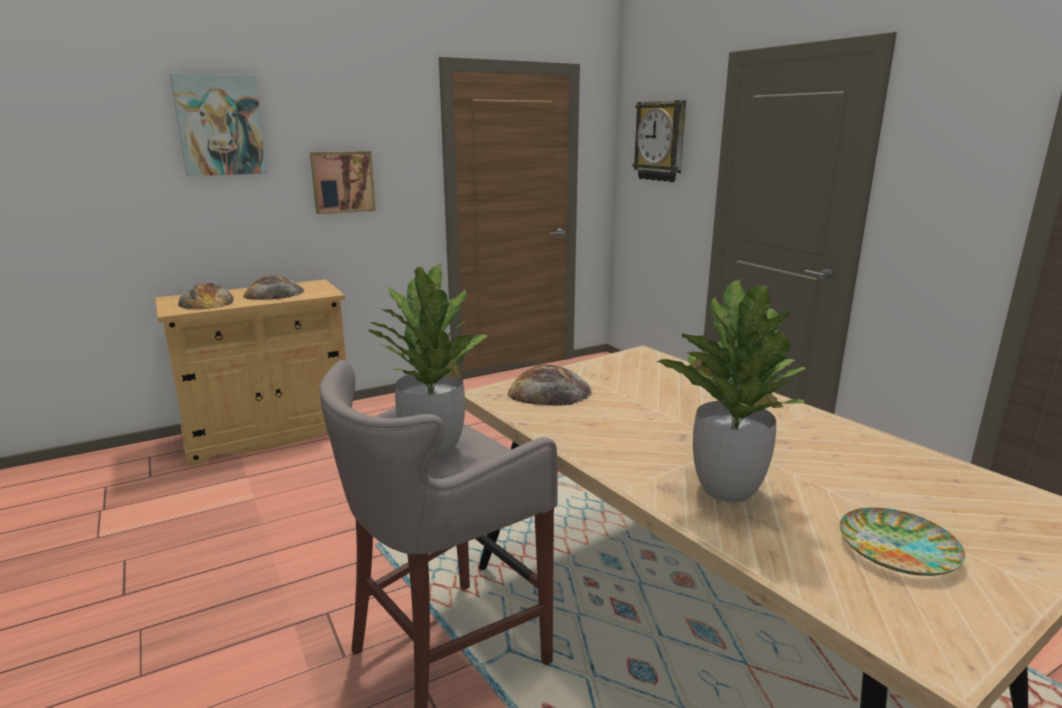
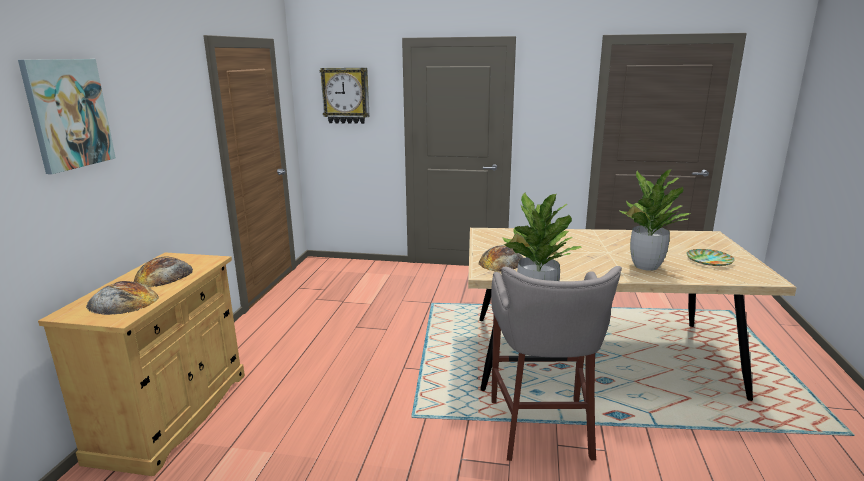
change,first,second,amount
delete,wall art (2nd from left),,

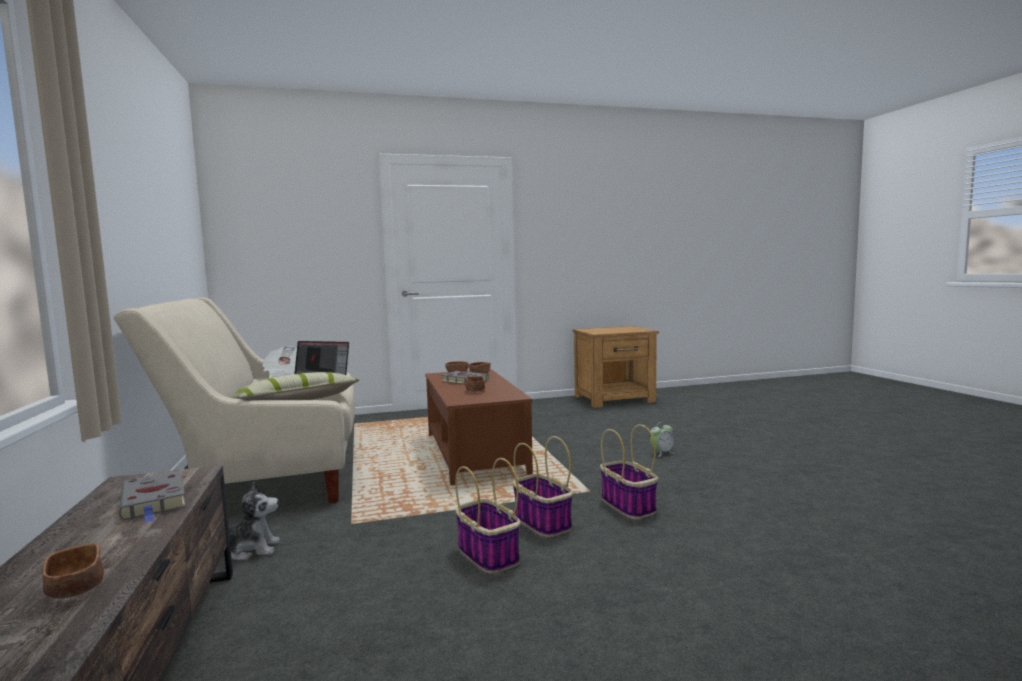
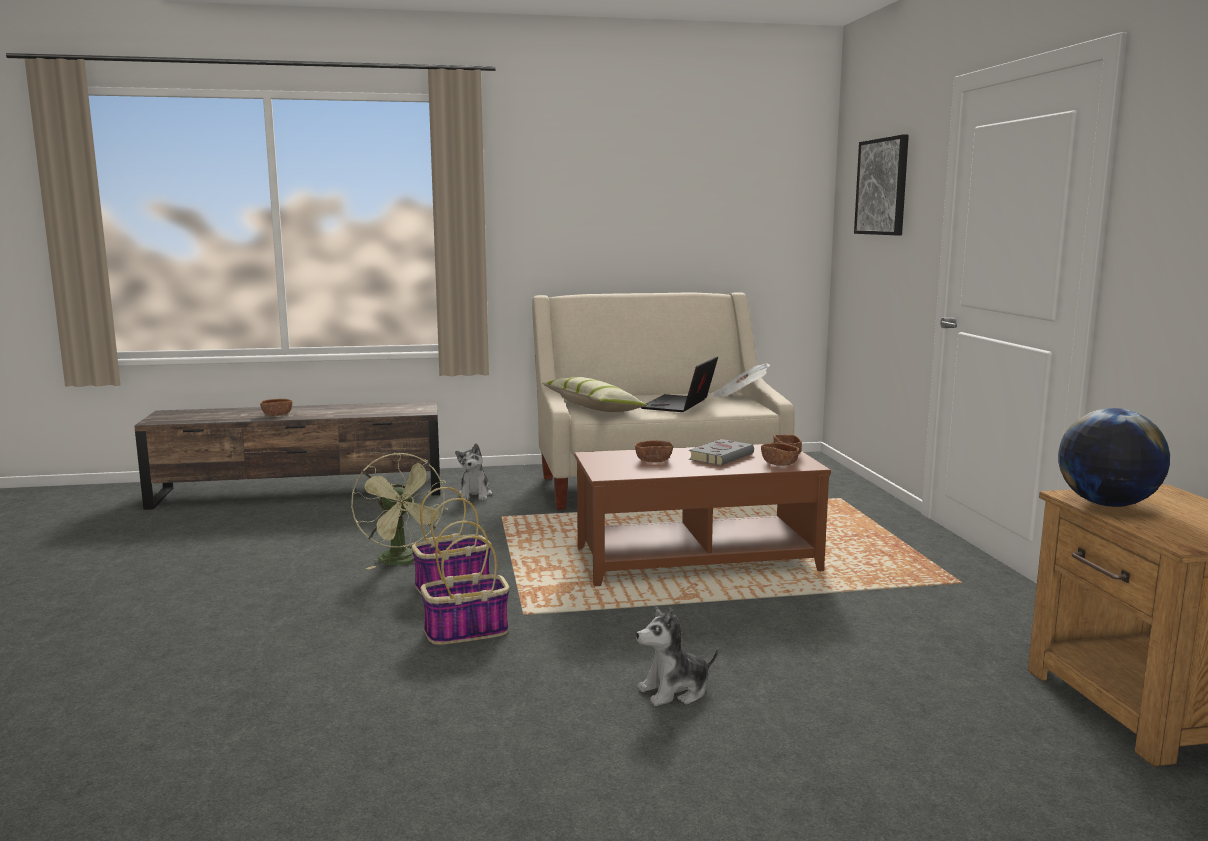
change,first,second,amount
delete,book (grey) (1st from left),,
replace,household basket (1st from left),electric fan (greenish),
replace,table clock,soft toy (2nd from left),
insert,,wall art,
insert,,globe,

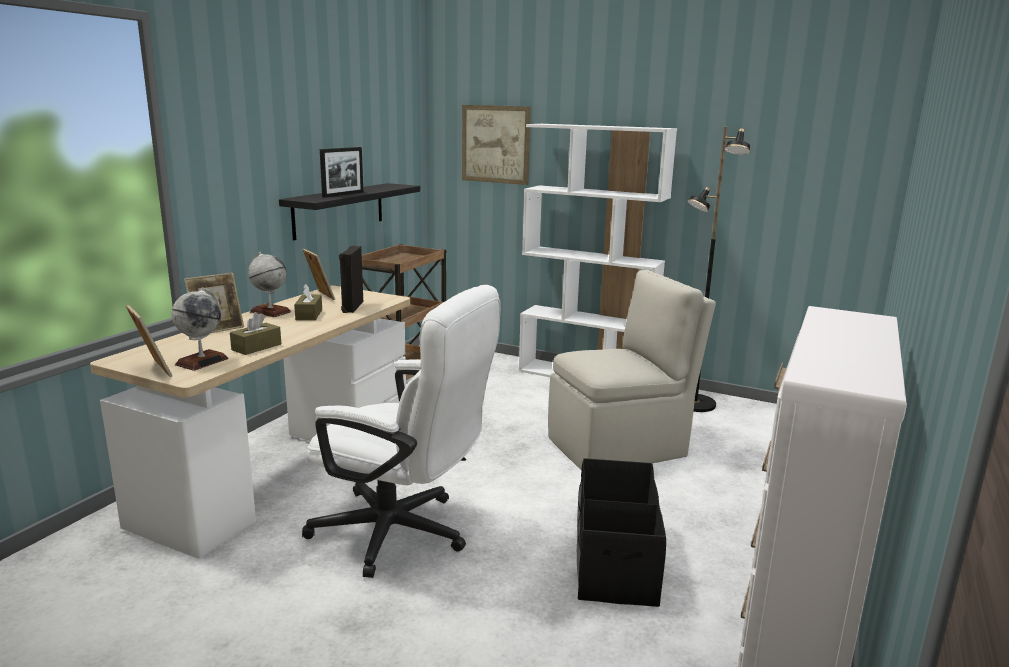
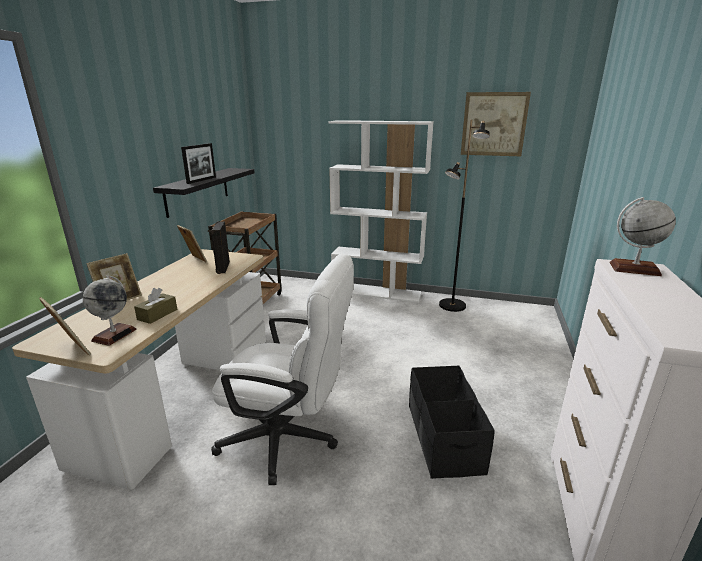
change,first,second,amount
move,globe (2nd from left),,
delete,tissue box (brown) (2nd from left),,
move,wall art,,
delete,plain chair (beige-coloured),,

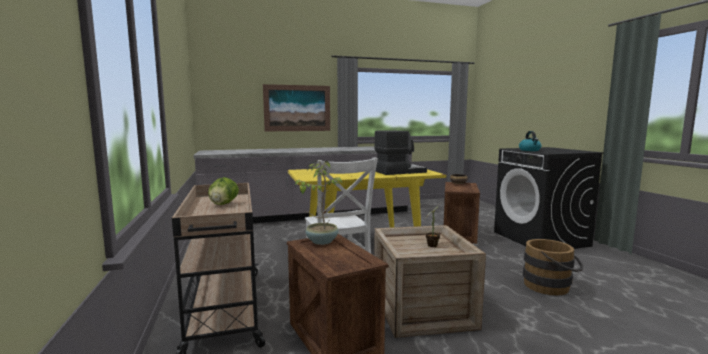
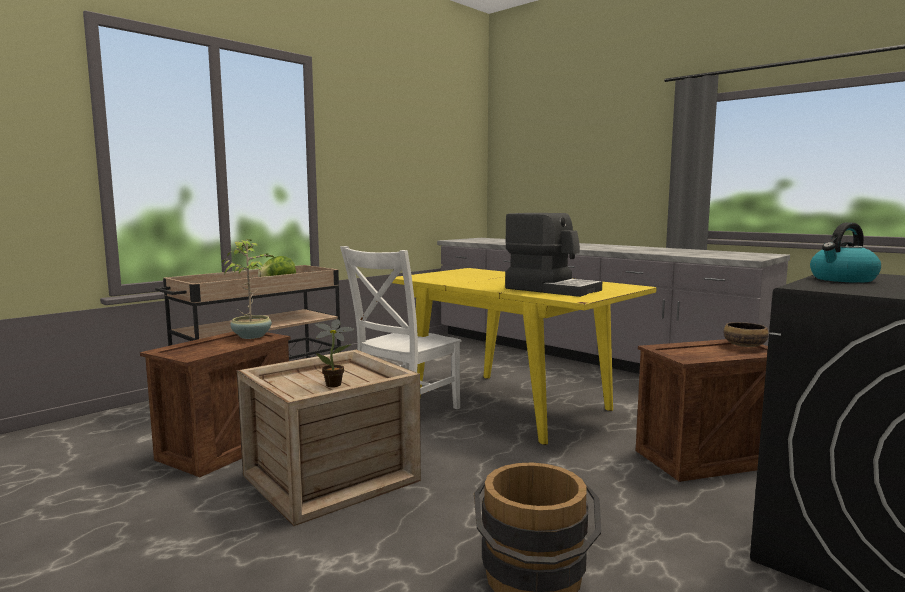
change,first,second,amount
delete,wall art,,

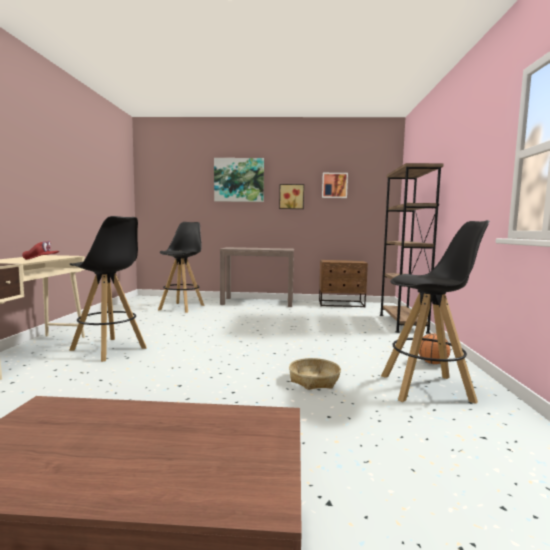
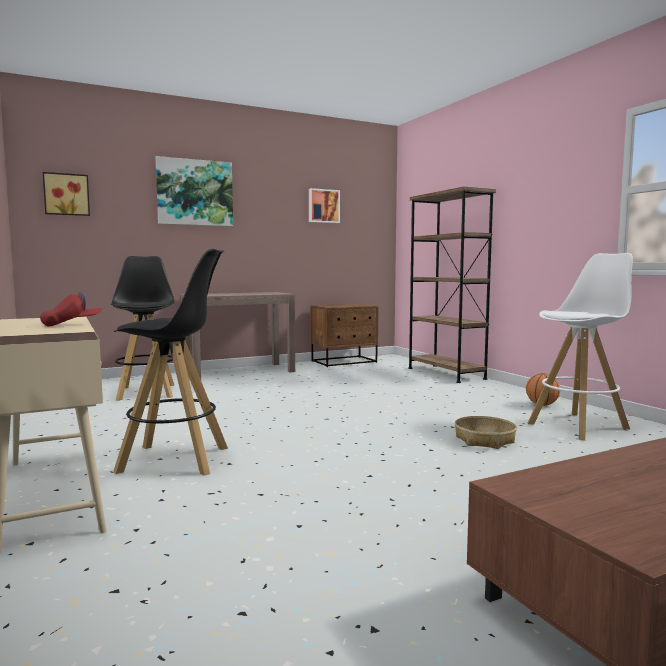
change,first,second,amount
move,wall art (2nd from left in the first image),wall art (1st from left),
recolor,sitting stool (black-coloured) (3rd from left),sitting stool (white),

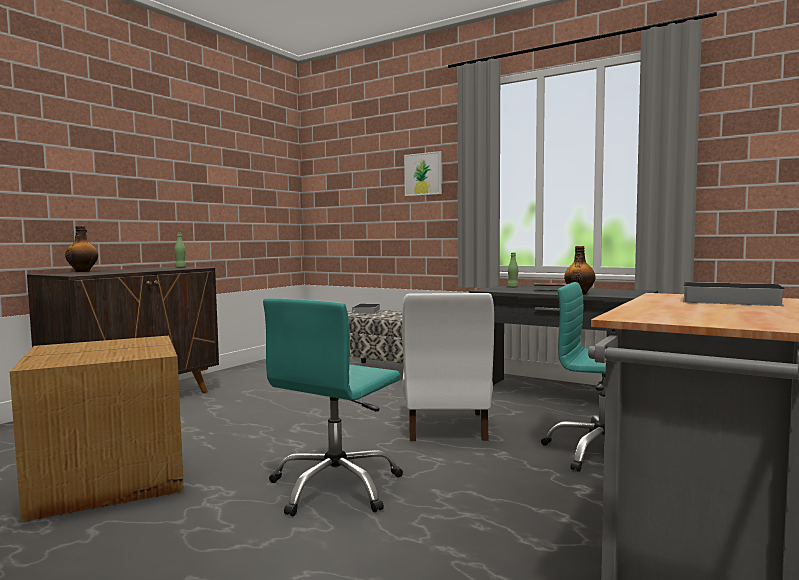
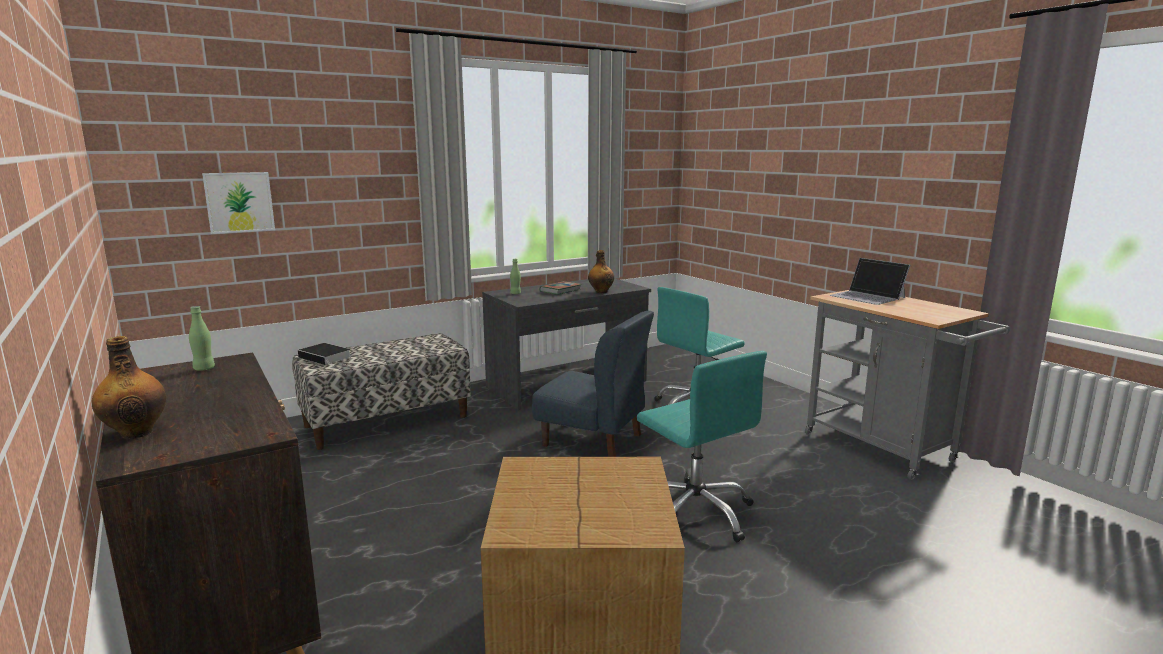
change,first,second,amount
recolor,plain chair (white),plain chair (blue-coloured),
move,wall art,,
replace,book (3rd from left),portable computer,

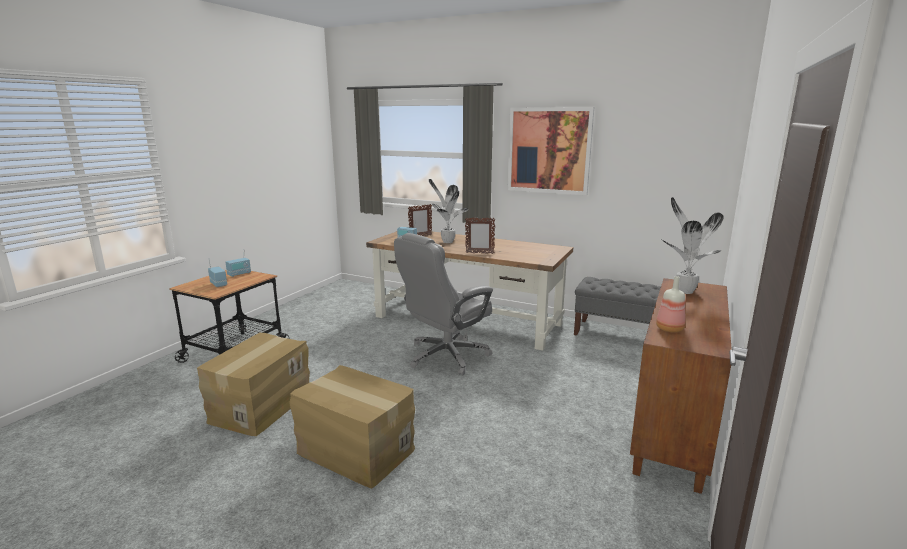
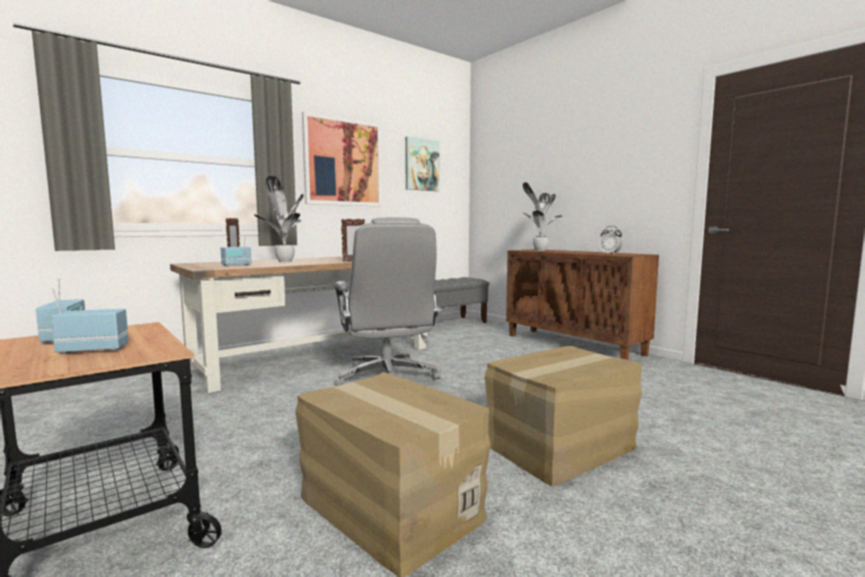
change,first,second,amount
replace,drink bottle,table clock,
insert,,wall art (2nd from left),

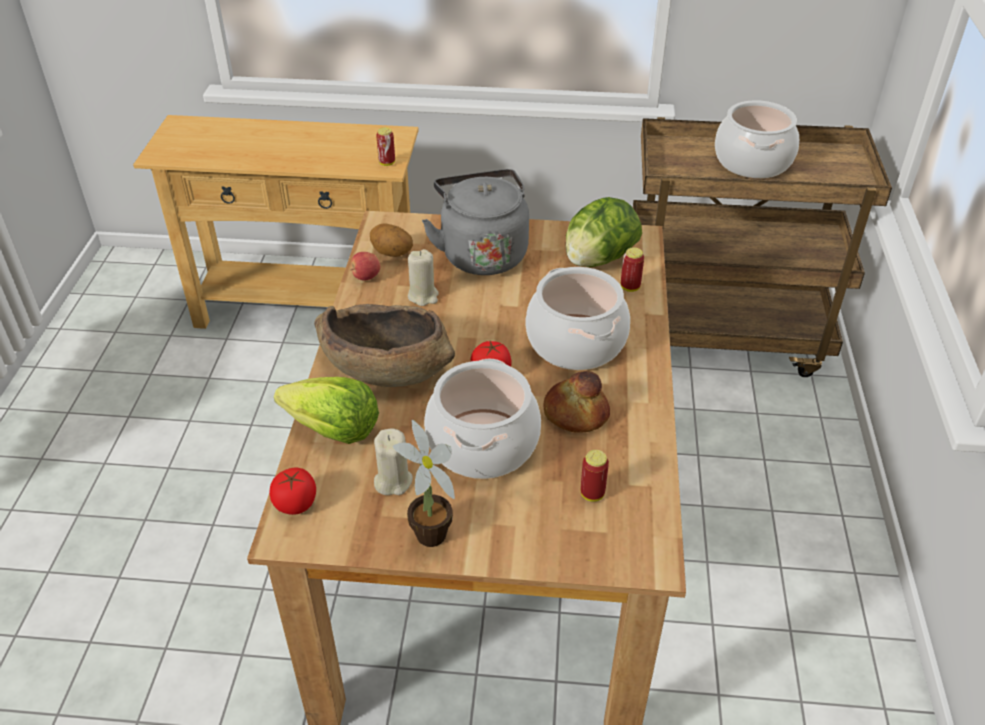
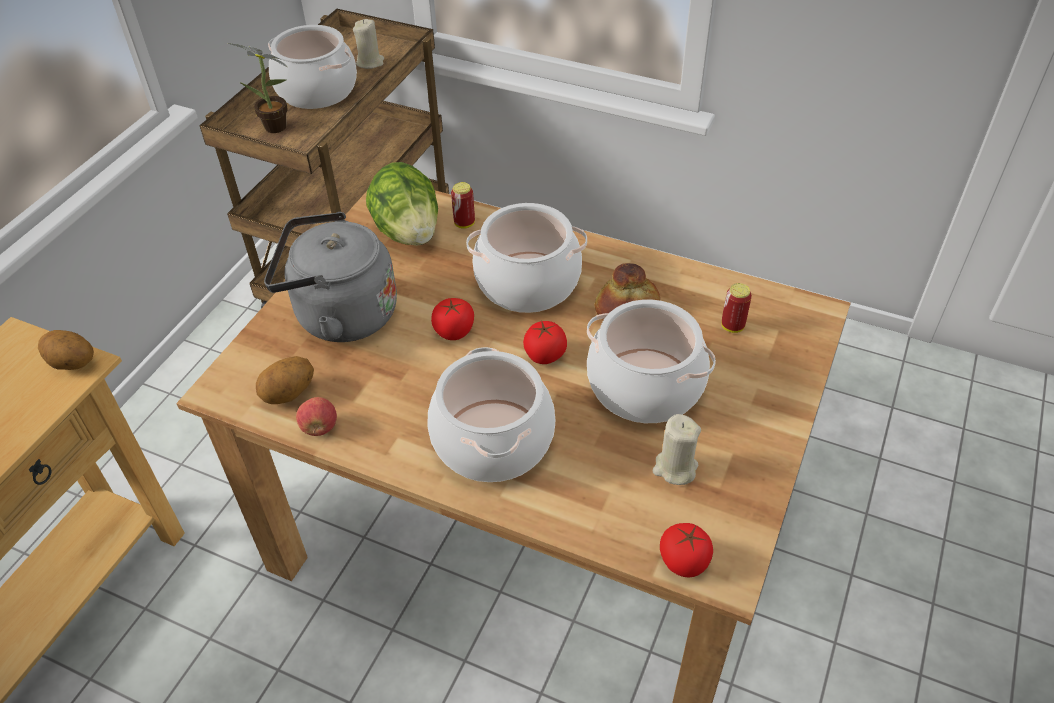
change,first,second,amount
delete,head of lettuce (1st from left),,
replace,deep dish (brown),stockpot (2nd from left),
replace,metal can (1st from left),spud (1st from left),
move,potted plant,,
move,candle (beige-coloured) (2nd from left in the first image),candle (beige-coloured) (1st from left),
insert,,fresh tomato (1st from left),

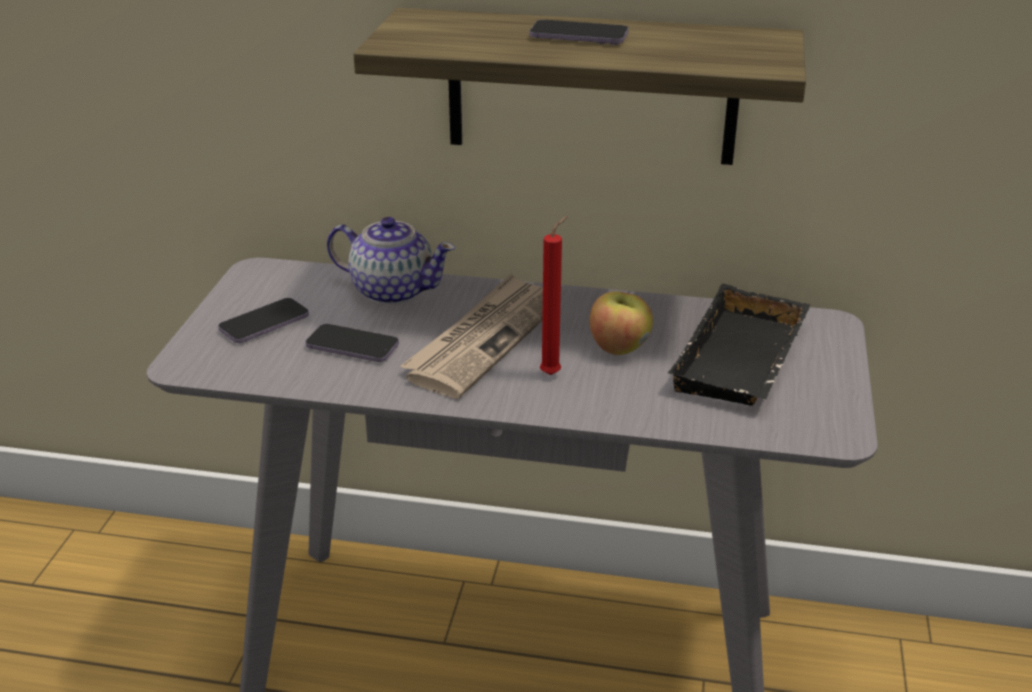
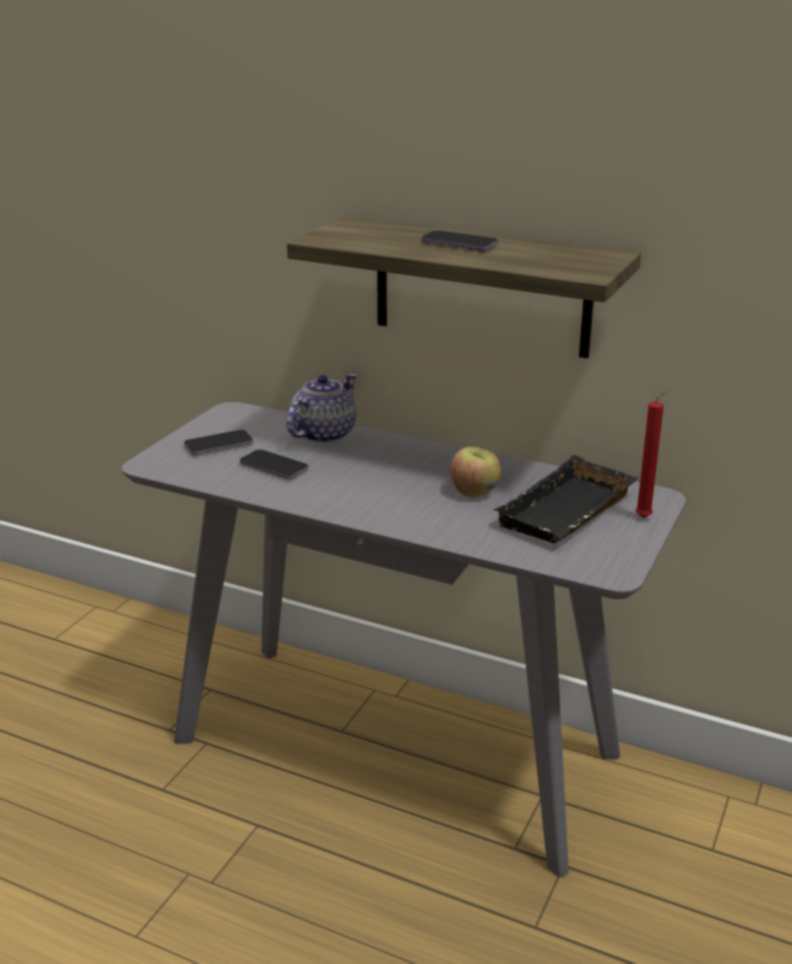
change,first,second,amount
rotate,tea pot,,90 degrees counterclockwise
delete,newspaper,,
move,candle (red-coloured),,

